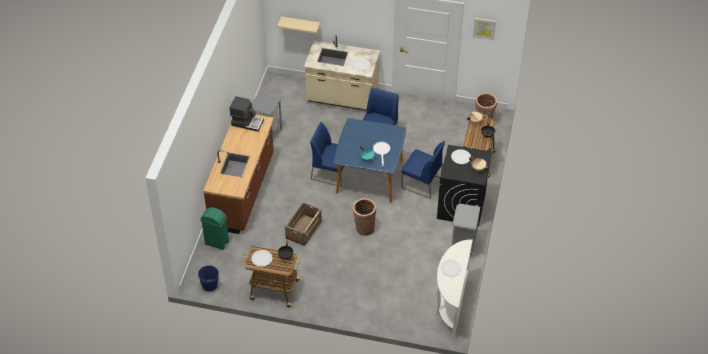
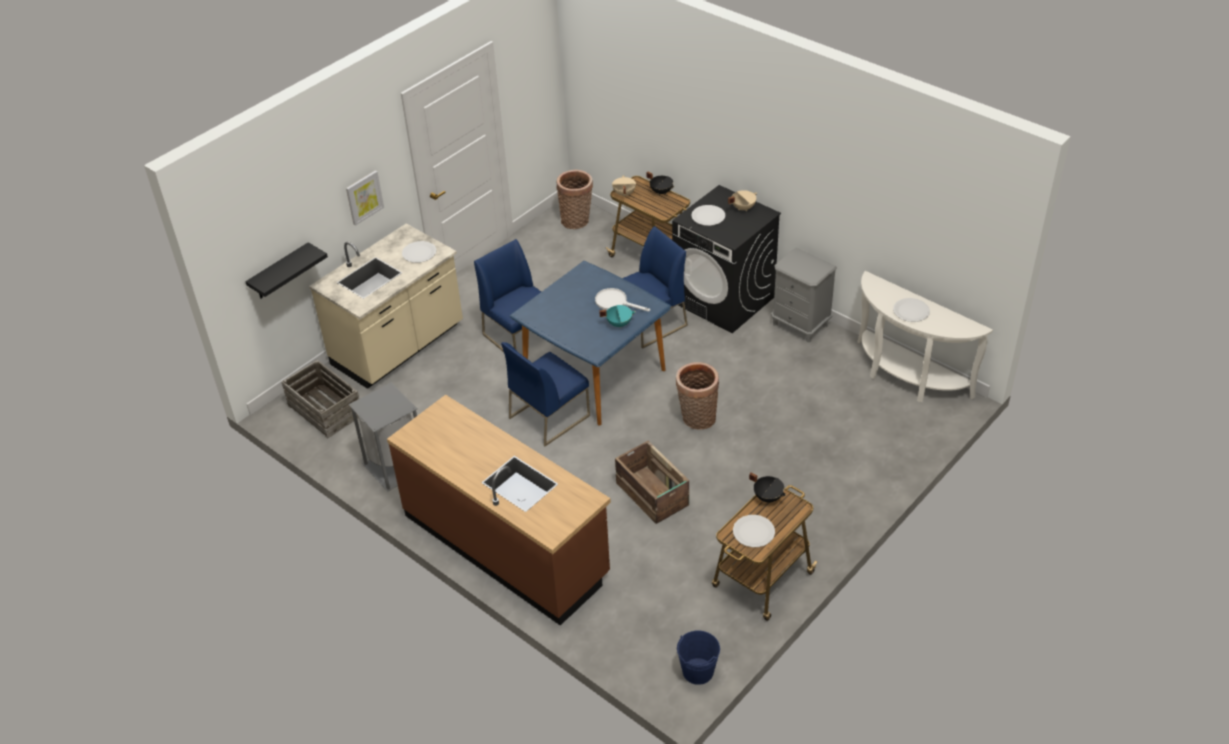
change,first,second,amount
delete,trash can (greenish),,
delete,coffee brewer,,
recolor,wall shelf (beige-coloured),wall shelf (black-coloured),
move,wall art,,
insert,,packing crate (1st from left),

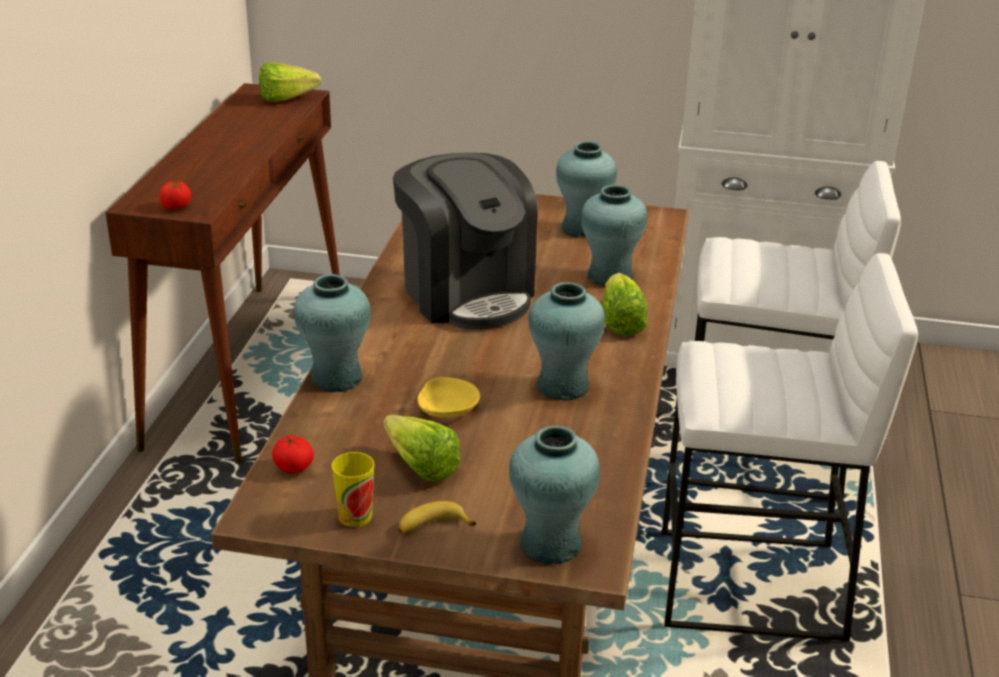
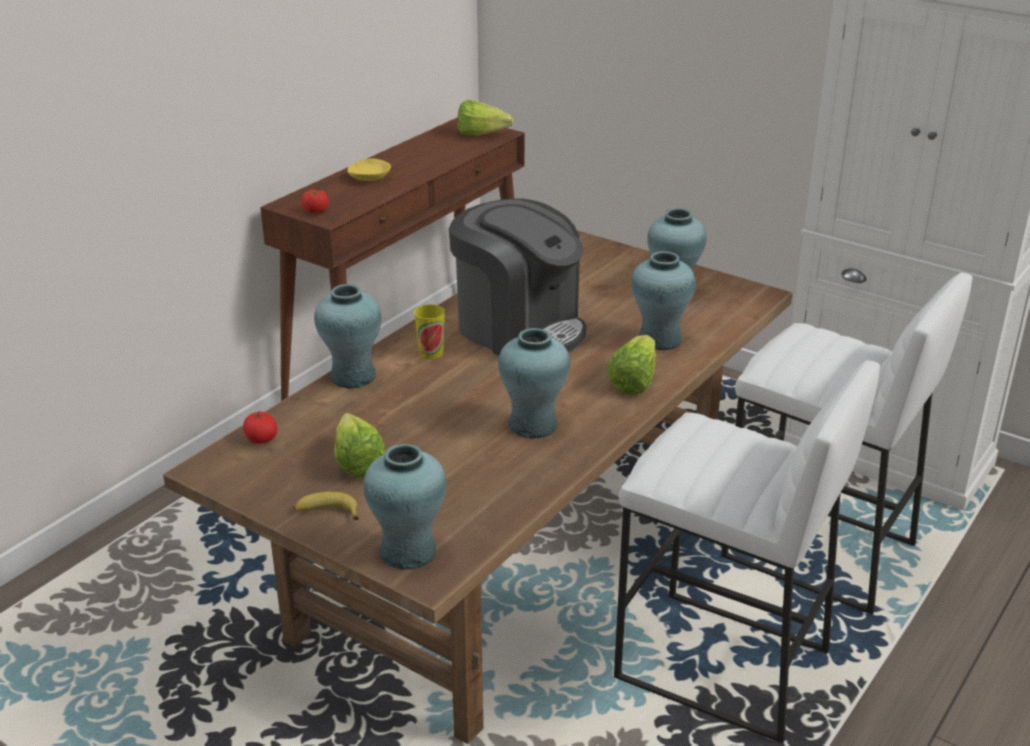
change,first,second,amount
move,cup,,
rotate,coffee brewer,,45 degrees counterclockwise
move,deep dish (yellow),,

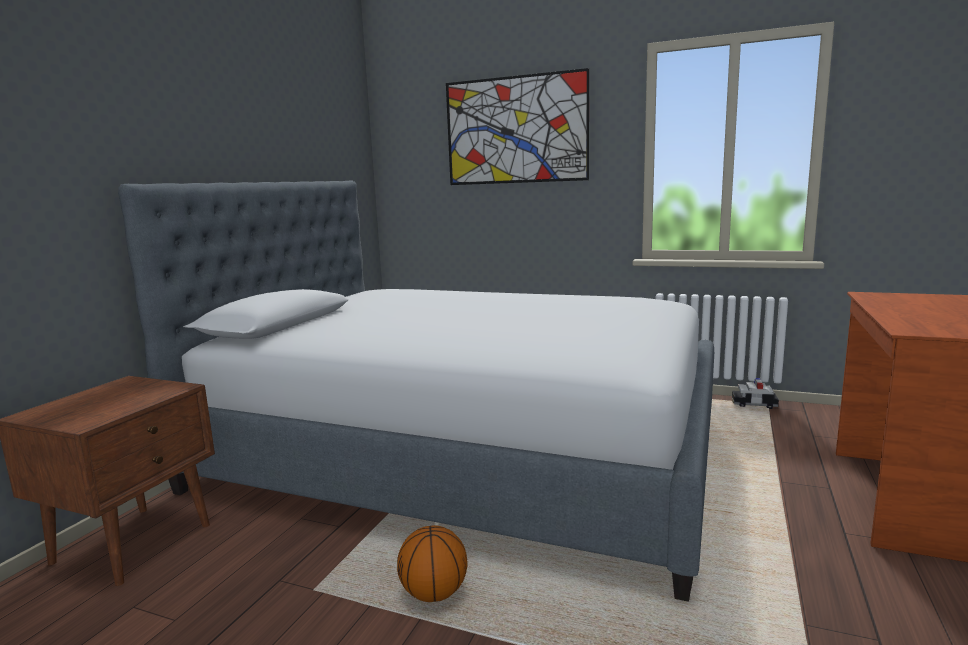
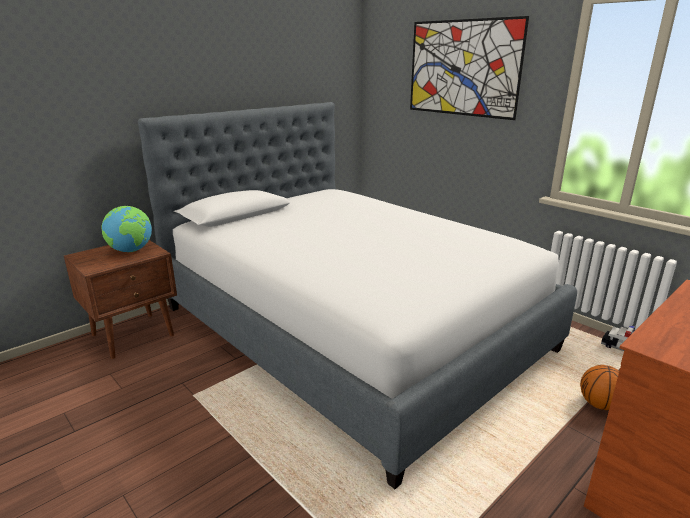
change,first,second,amount
move,basketball,,
insert,,globe,

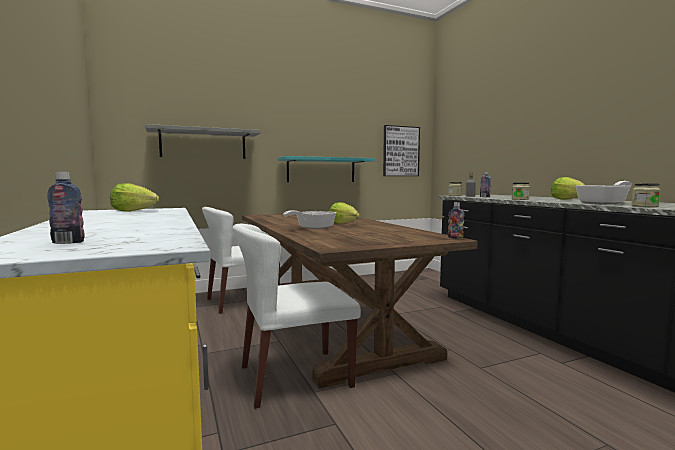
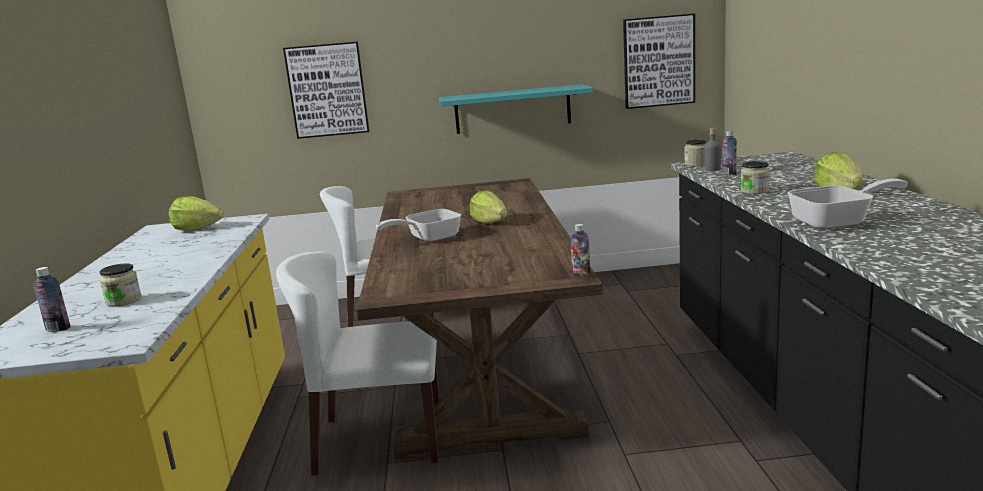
change,first,second,amount
replace,wall shelf (grey),wall art (1st from left),
move,jar (3rd from left in the first image),jar (1st from left),

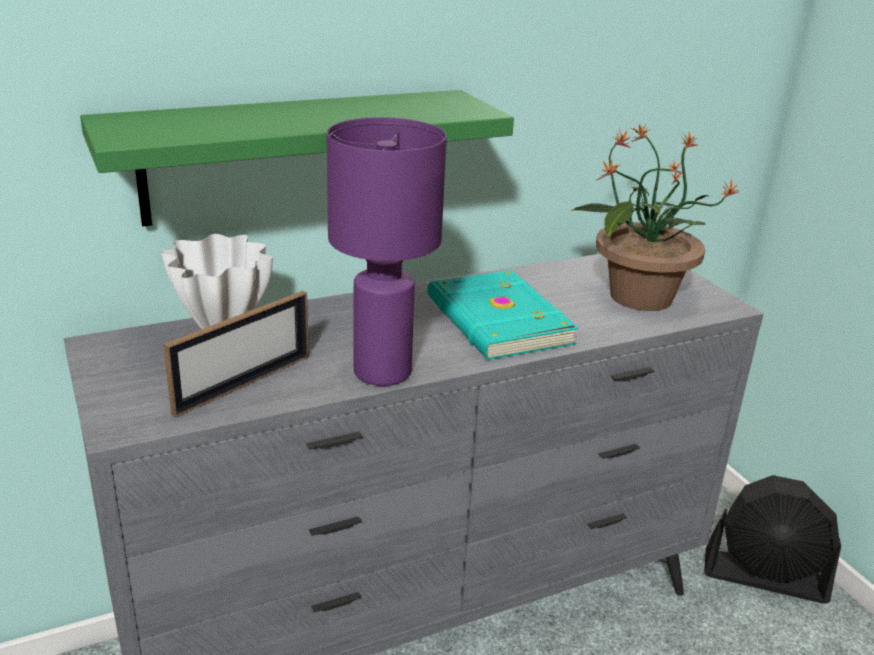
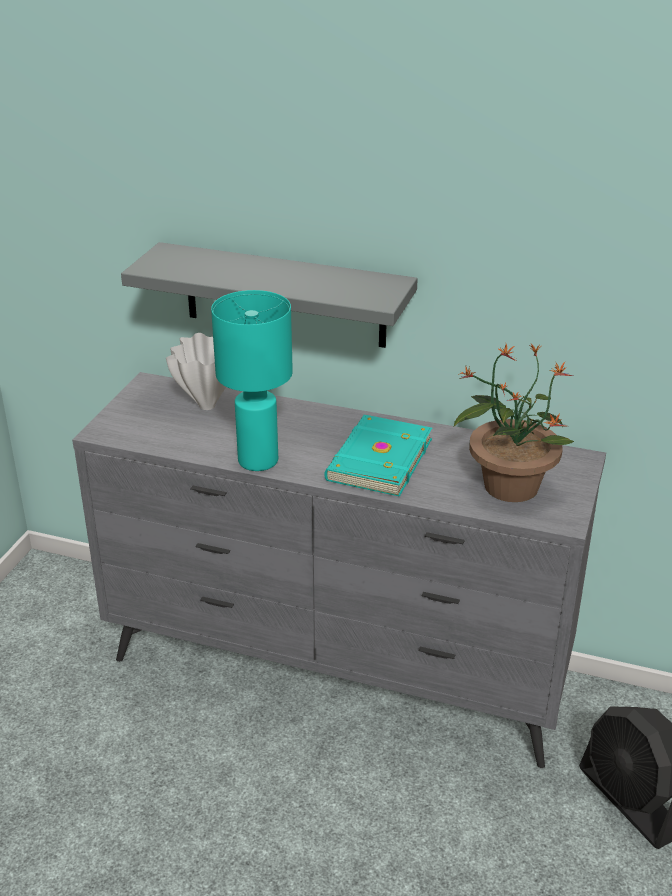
change,first,second,amount
recolor,wall shelf (greenish),wall shelf (grey),
delete,photo frame,,
recolor,lamp for a table (purple-coloured),lamp for a table (blue-green),

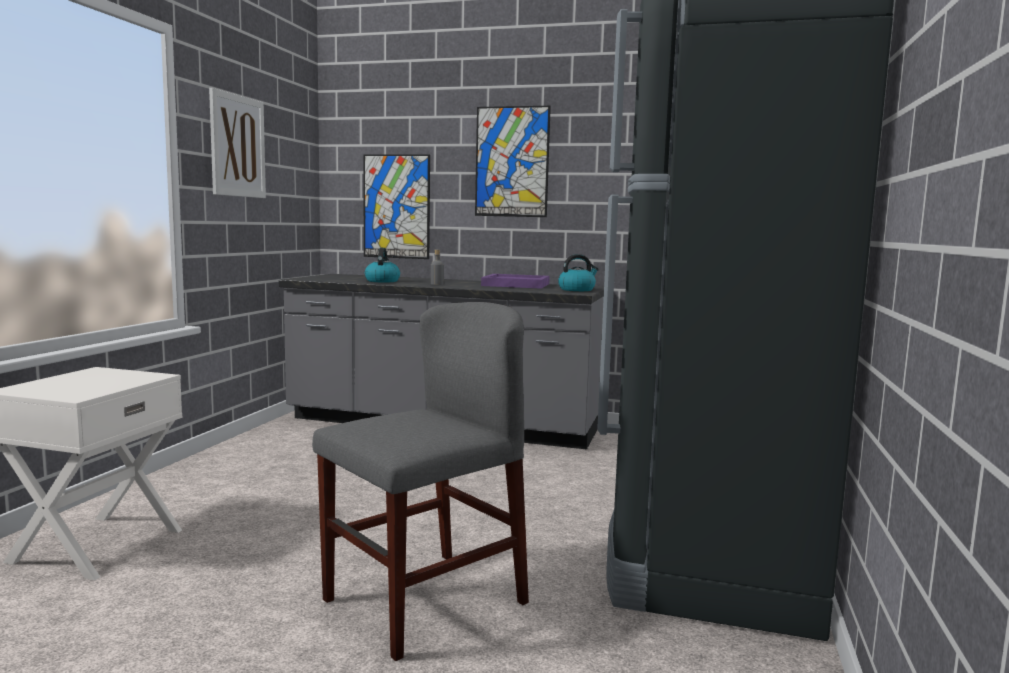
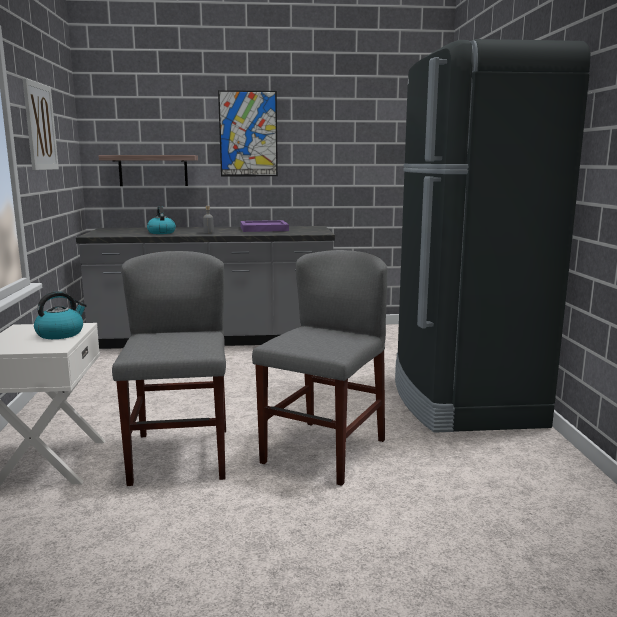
change,first,second,amount
replace,wall art (2nd from left),wall shelf,
move,tea kettle (2nd from left in the first image),tea kettle (1st from left),
insert,,plain chair (grey) (1st from left),

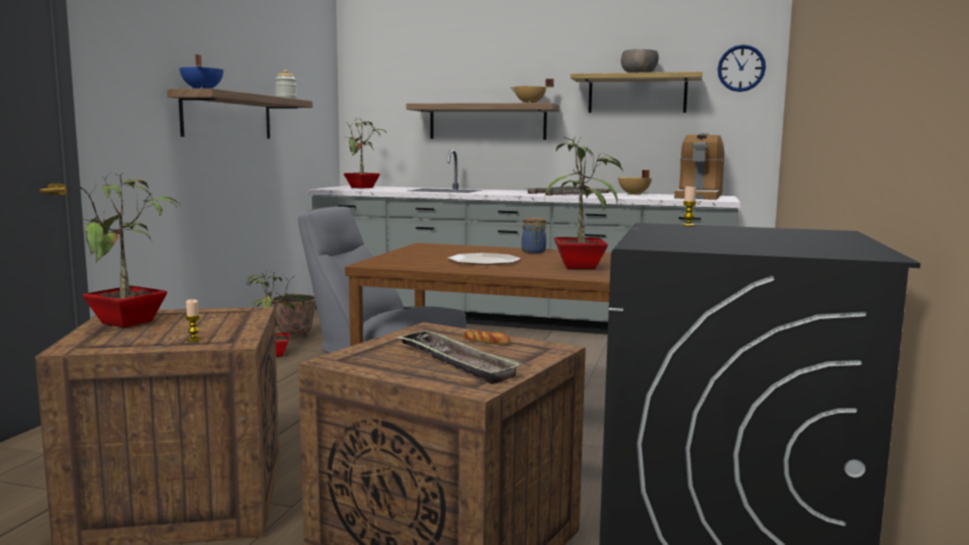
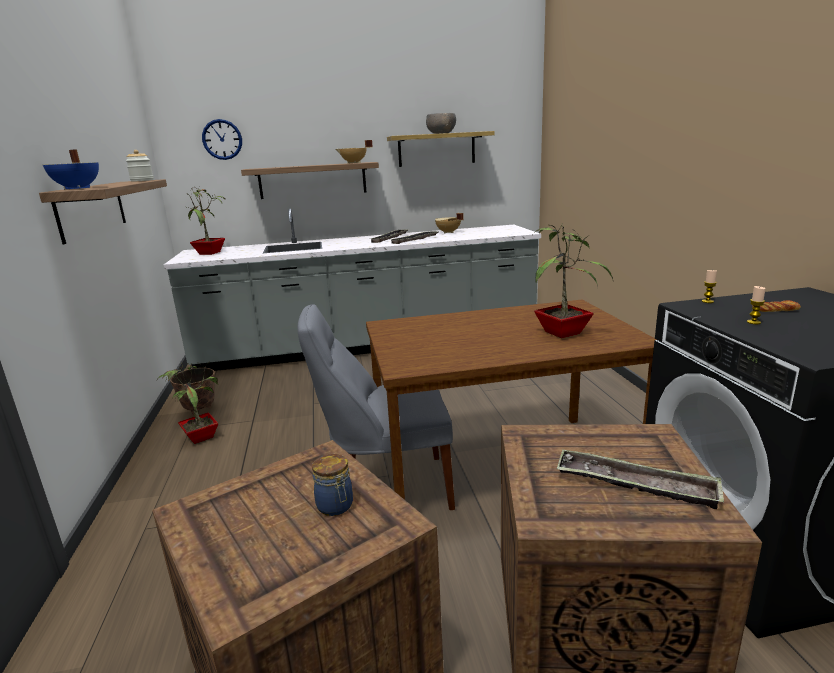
change,first,second,amount
delete,potted plant (1st from left),,
move,candle (1st from left in the first image),candle (2nd from left),
delete,flat dish,,
move,bakery bread,,
move,jar (2nd from left),,
delete,coffee brewer,,
move,clock on the wall,,

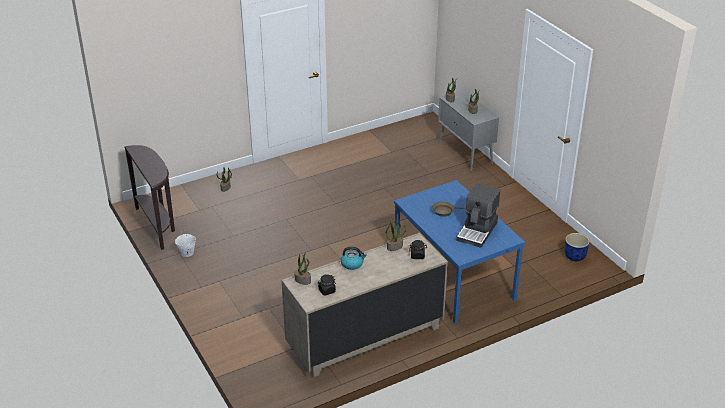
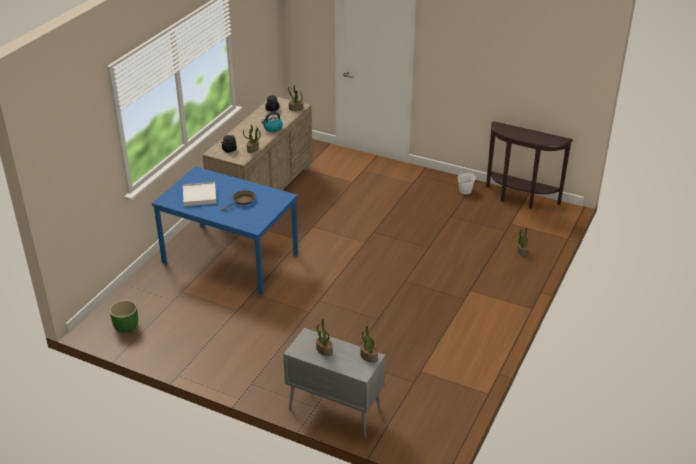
change,first,second,amount
replace,coffee brewer,carrying tray (white),
recolor,planter (blue-coloured),planter (greenish),

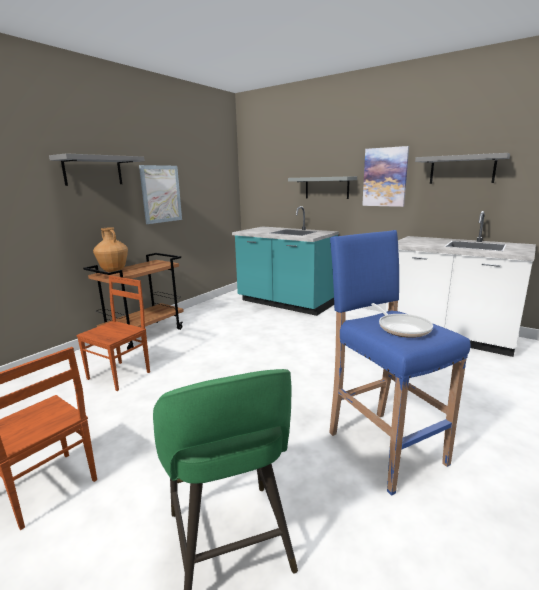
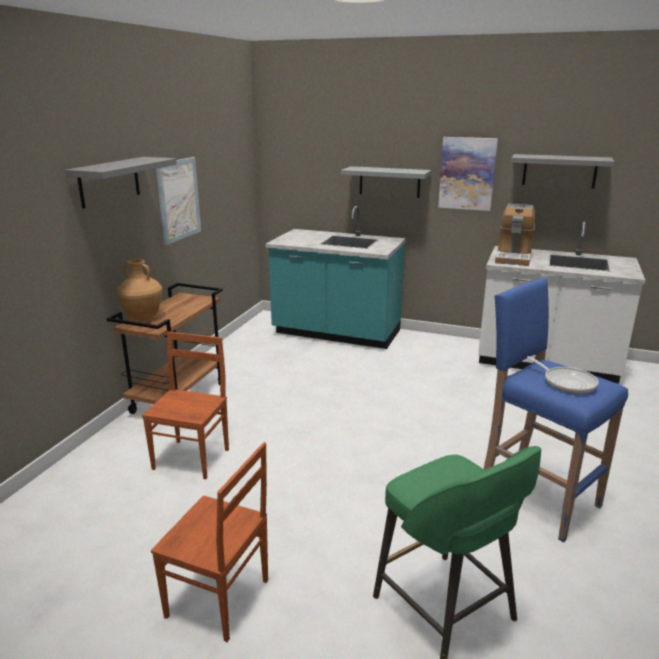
change,first,second,amount
insert,,coffee brewer,

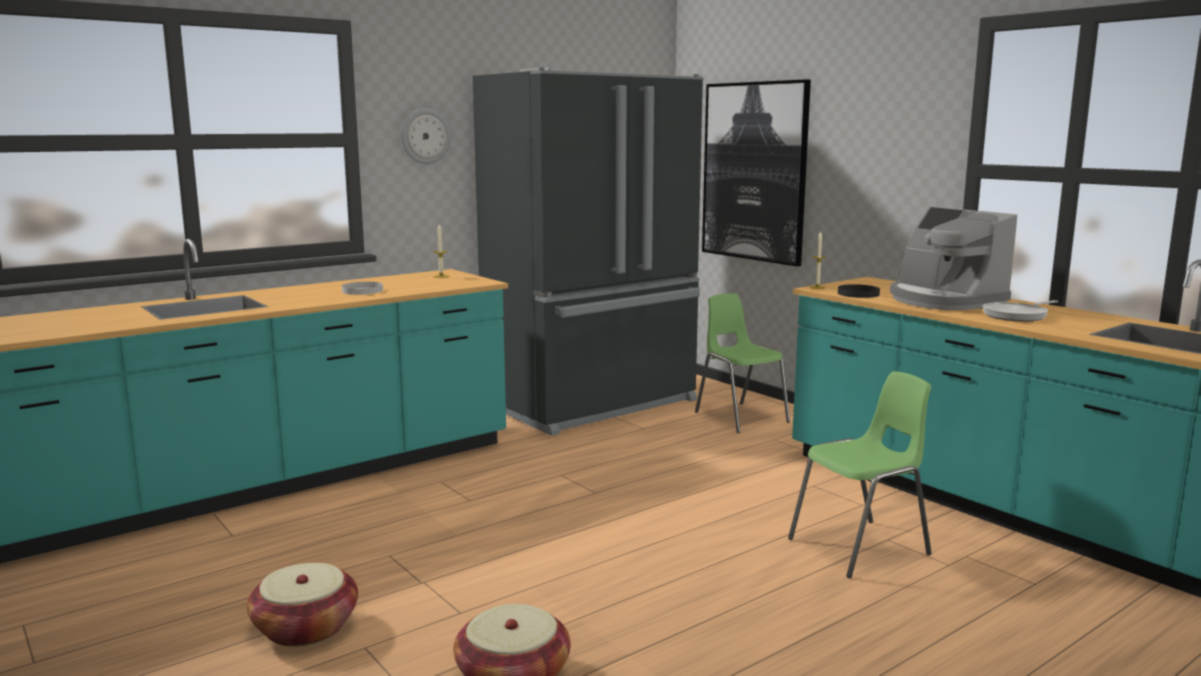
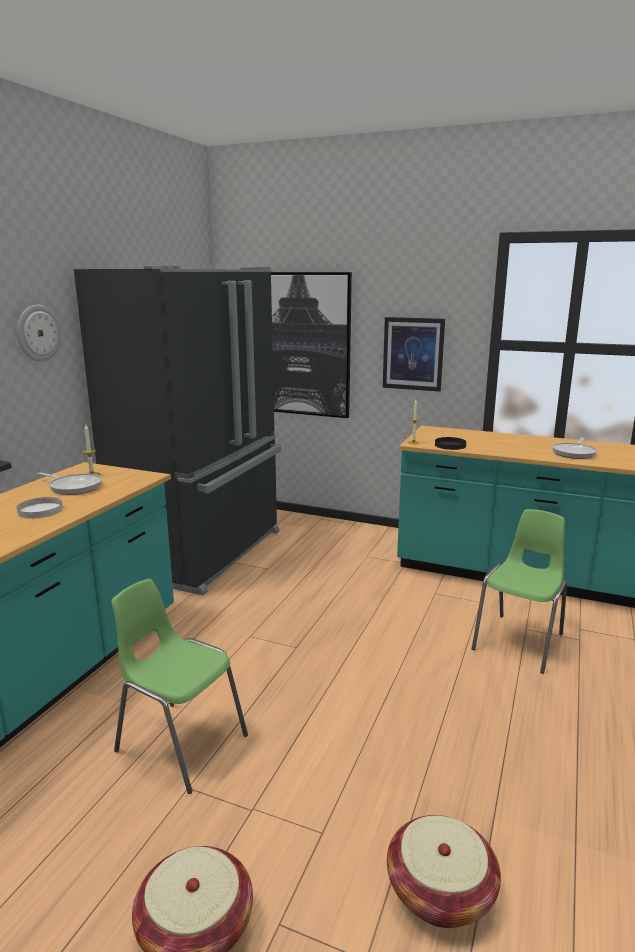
change,first,second,amount
move,plain chair (greenish) (1st from left),,
delete,coffee brewer,,
insert,,pan (1st from left),
insert,,wall art (2nd from left),

